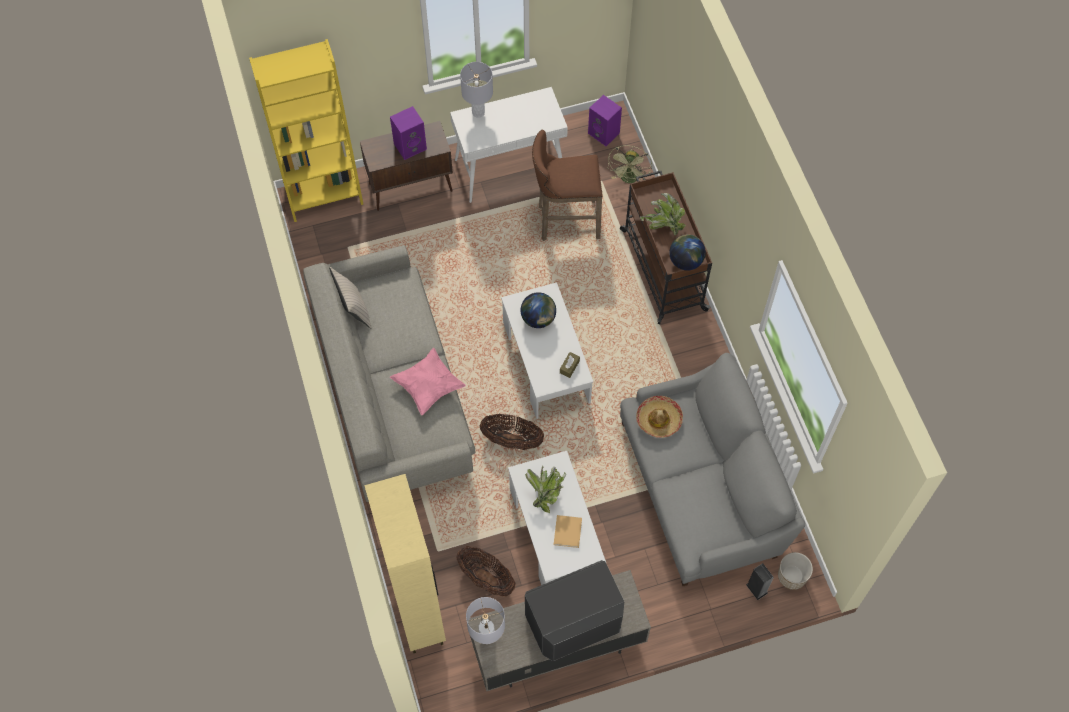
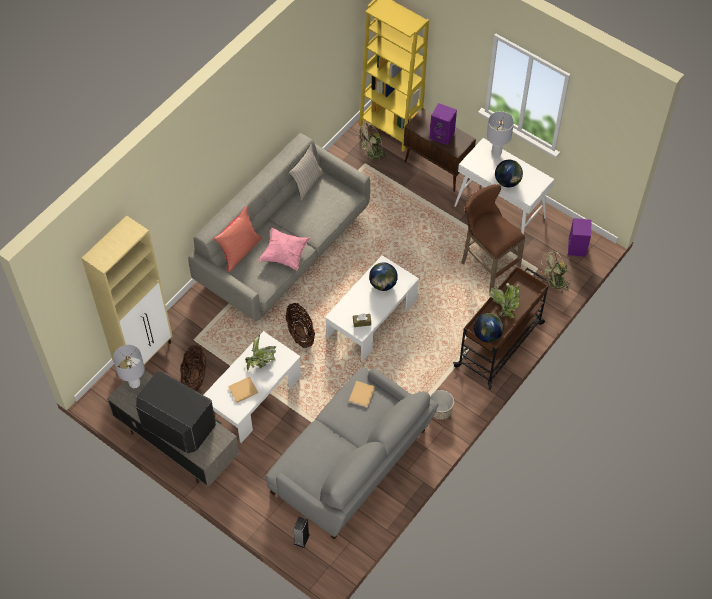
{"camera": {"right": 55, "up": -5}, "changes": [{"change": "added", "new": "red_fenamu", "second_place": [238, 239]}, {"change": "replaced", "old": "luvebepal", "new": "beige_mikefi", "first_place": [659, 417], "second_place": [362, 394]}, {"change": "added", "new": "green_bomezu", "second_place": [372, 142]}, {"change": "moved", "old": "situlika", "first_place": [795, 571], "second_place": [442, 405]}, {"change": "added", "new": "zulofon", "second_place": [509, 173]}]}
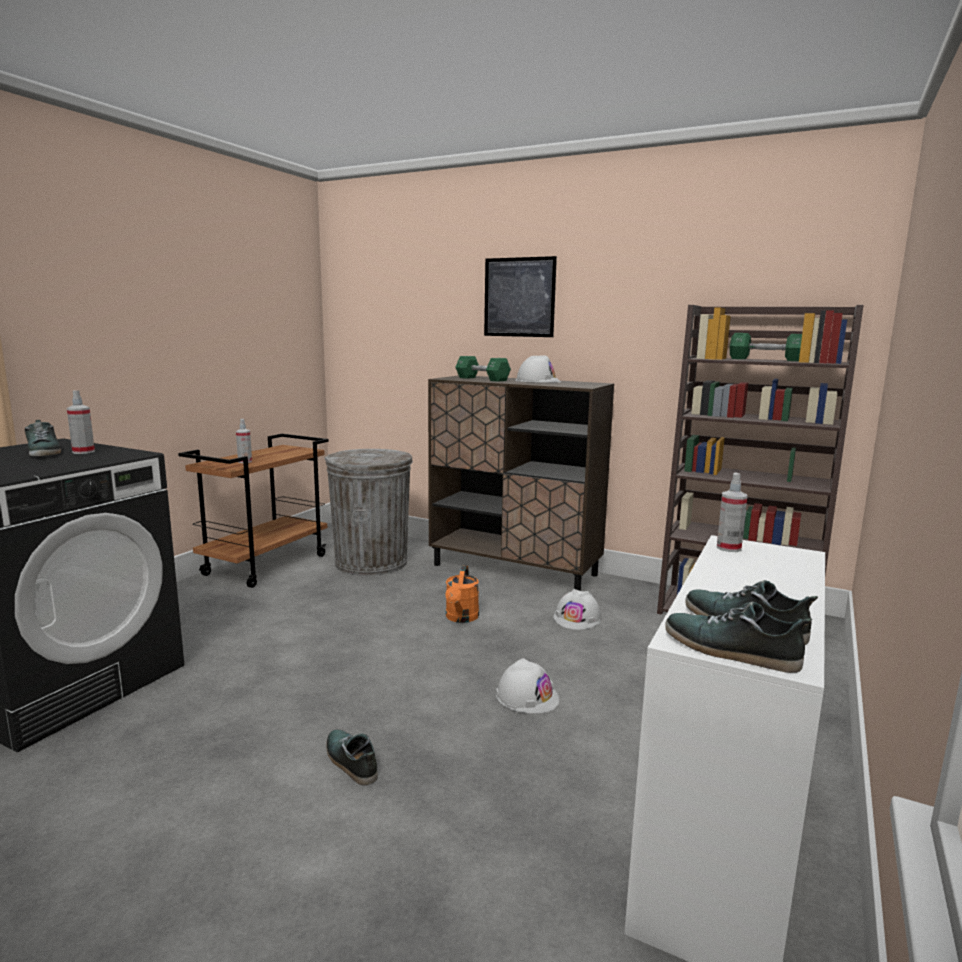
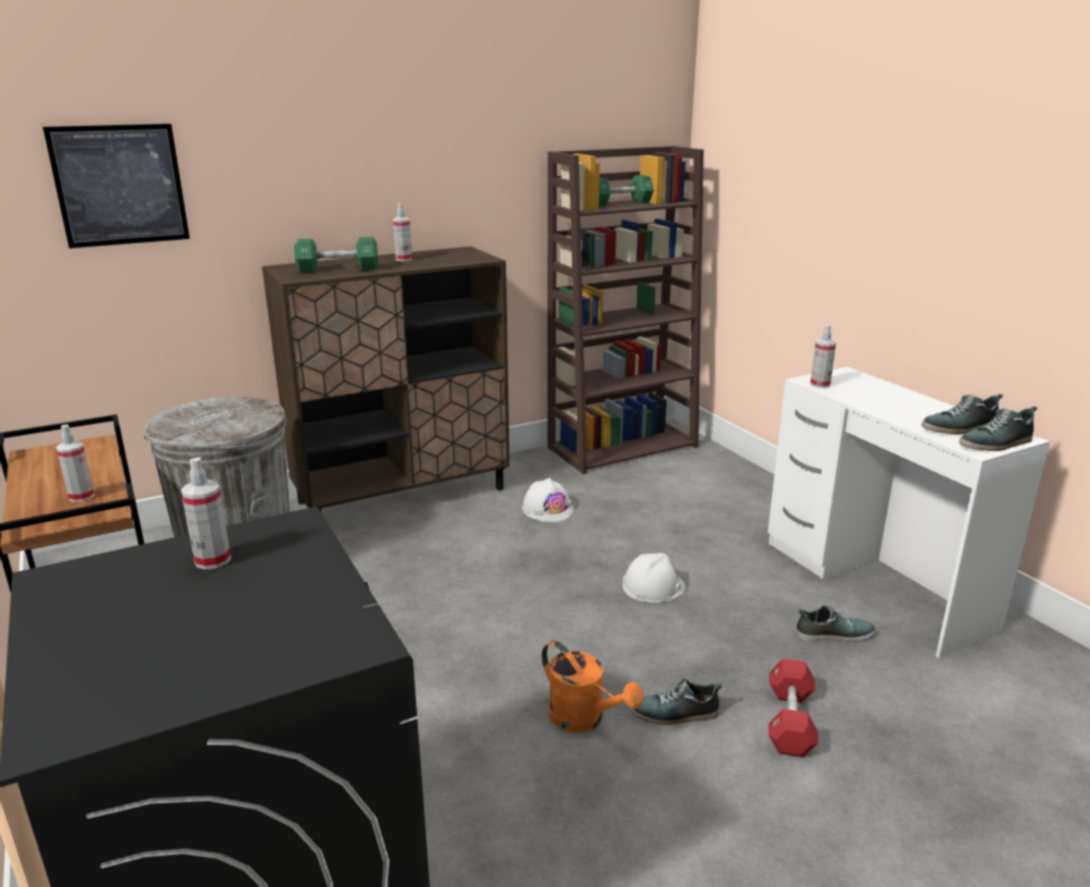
{"camera": {"right": -55, "up": 10}, "changes": [{"change": "moved", "old": "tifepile", "first_place": [520, 296], "second_place": [116, 186]}, {"change": "replaced", "old": "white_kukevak", "new": "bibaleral", "first_place": [538, 369], "second_place": [402, 232]}, {"change": "moved", "old": "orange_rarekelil", "first_place": [462, 594], "second_place": [592, 686]}, {"change": "added", "new": "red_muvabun", "second_place": [793, 708]}, {"change": "moved", "old": "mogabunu", "first_place": [43, 438], "second_place": [835, 623]}]}
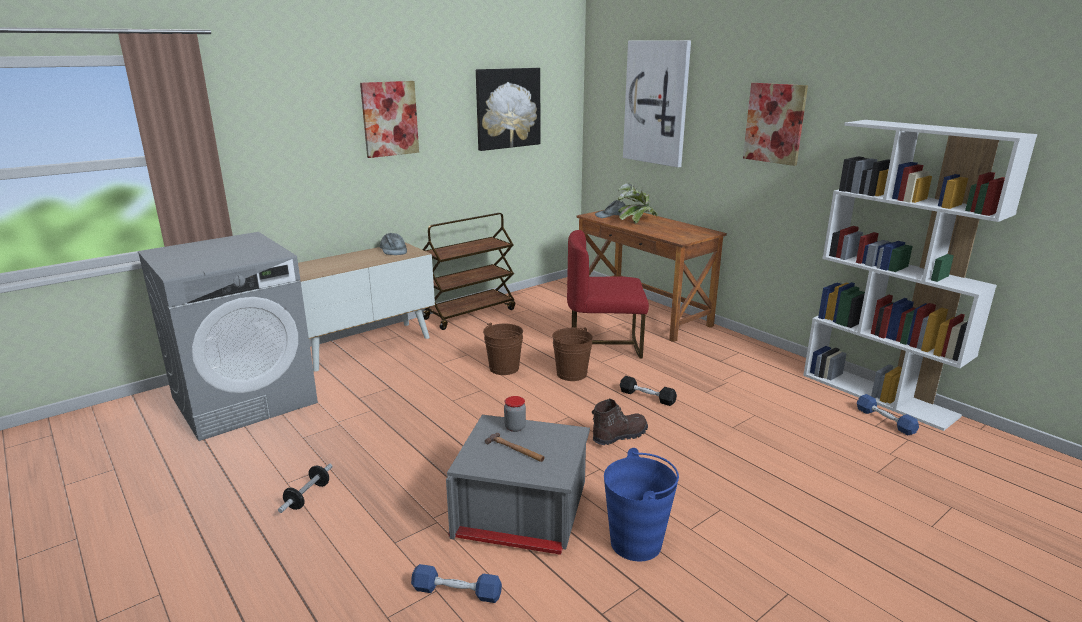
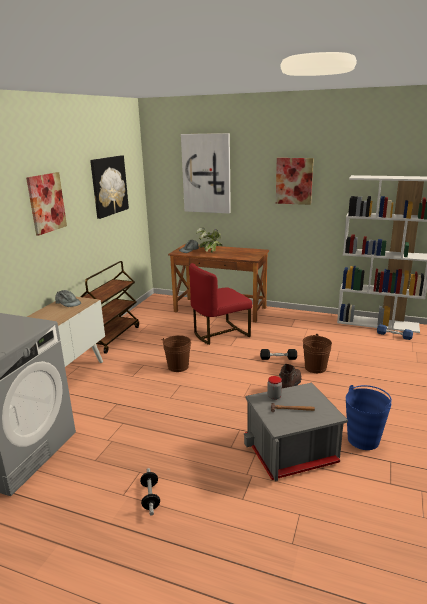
{"camera": {"right": -30, "up": 0}, "changes": [{"change": "moved", "old": "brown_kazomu", "first_place": [572, 354], "second_place": [317, 353]}, {"change": "removed", "old": "blue_muvabun", "first_place": [456, 583]}]}
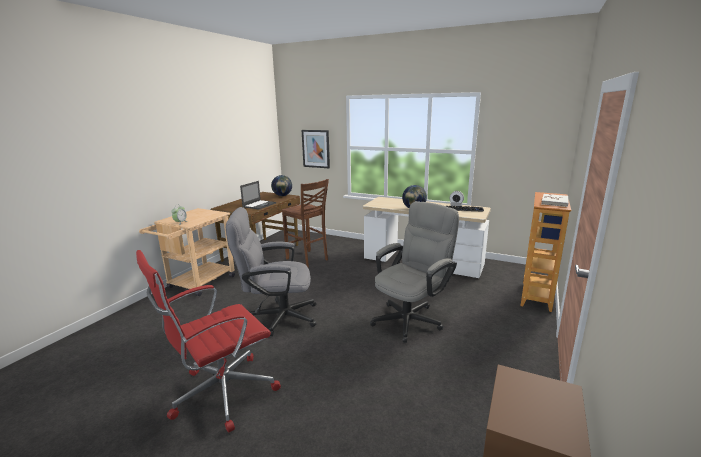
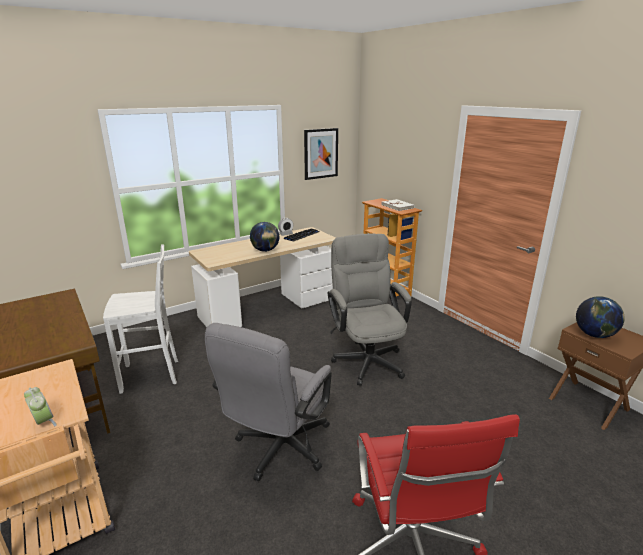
{"camera": {"right": -60, "up": 5}, "changes": [{"change": "recoloured", "old": "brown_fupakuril", "new": "white_fupakuril", "first_place": [305, 223], "second_place": [140, 319]}, {"change": "moved", "old": "tifepile", "first_place": [316, 149], "second_place": [321, 154]}, {"change": "moved", "old": "zulofon", "first_place": [281, 185], "second_place": [600, 317]}, {"change": "removed", "old": "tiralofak", "first_place": [258, 195]}]}
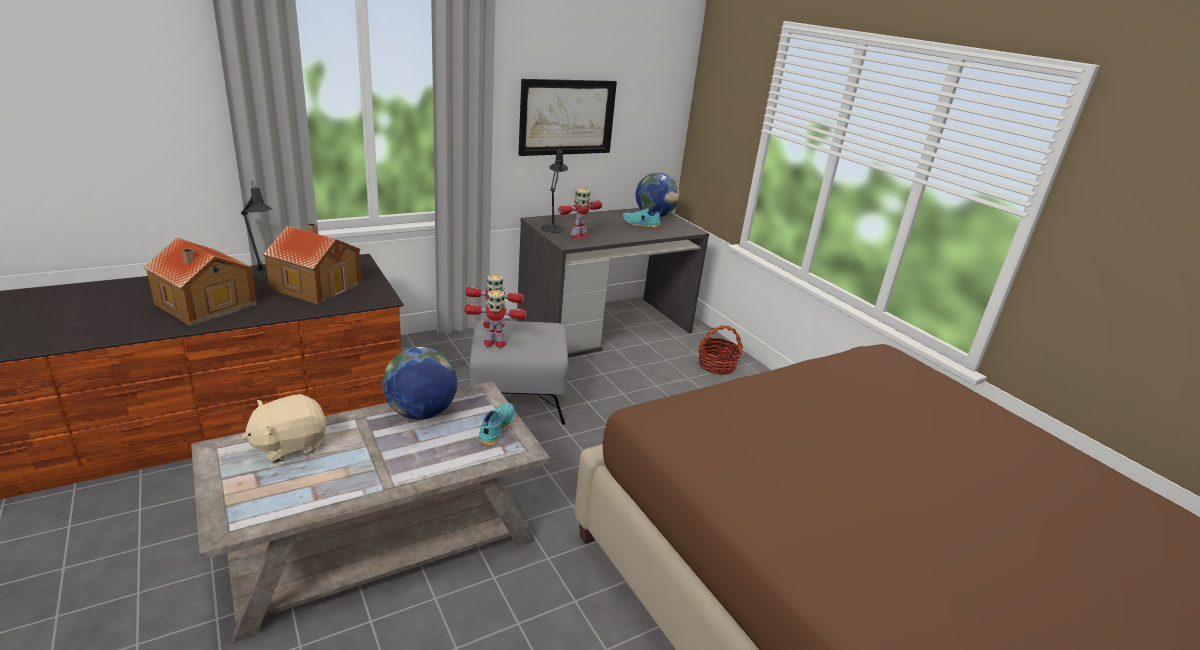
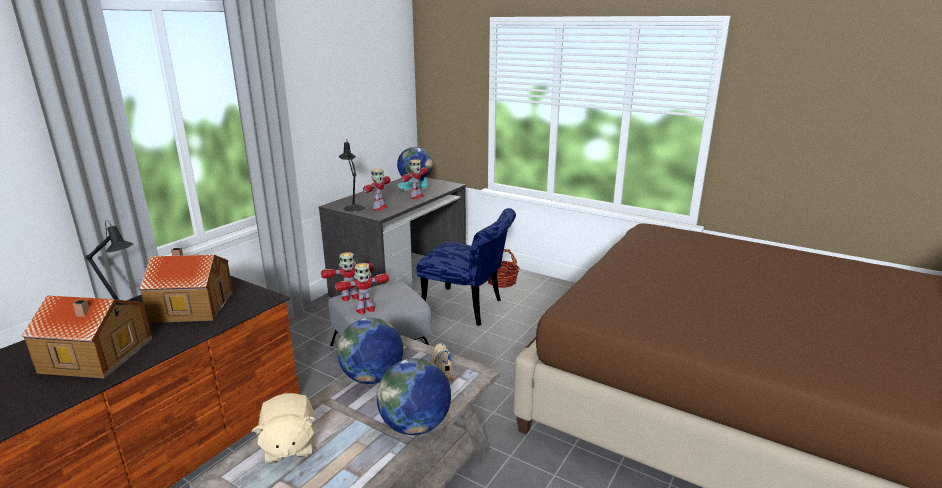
{"camera": {"right": -25, "up": -5}, "changes": [{"change": "turned", "old": "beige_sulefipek", "first_place": [284, 428], "second_place": [284, 428], "degrees": -45}, {"change": "added", "new": "zulofon", "second_place": [413, 396]}, {"change": "added", "new": "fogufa", "second_place": [414, 179]}, {"change": "added", "new": "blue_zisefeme", "second_place": [466, 267]}, {"change": "recoloured", "old": "turquoise_mogabunu", "new": "beige_mogabunu", "first_place": [496, 424], "second_place": [443, 361]}, {"change": "removed", "old": "tifepile", "first_place": [567, 117]}]}
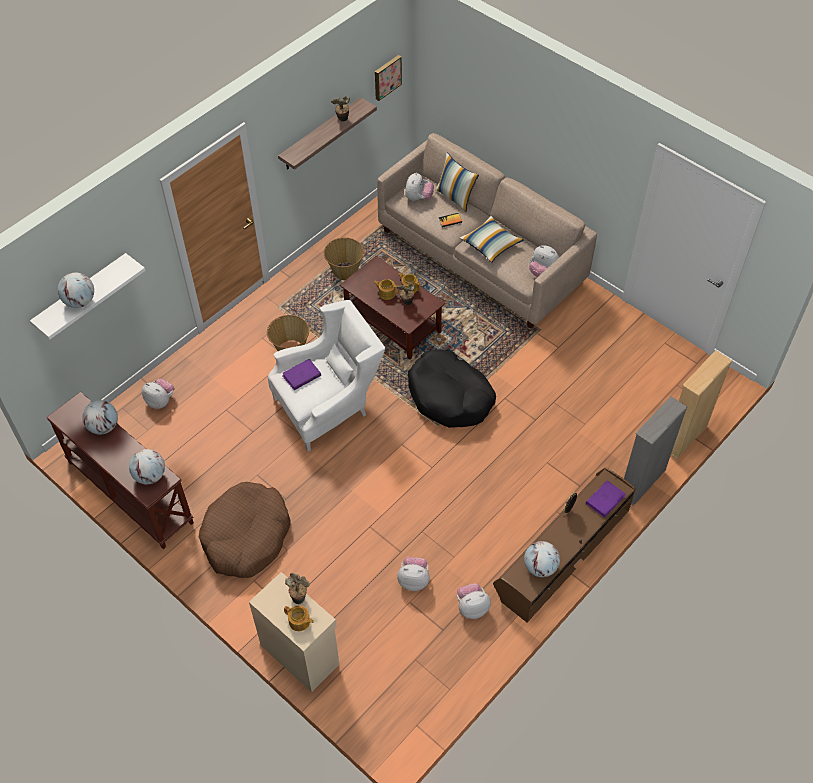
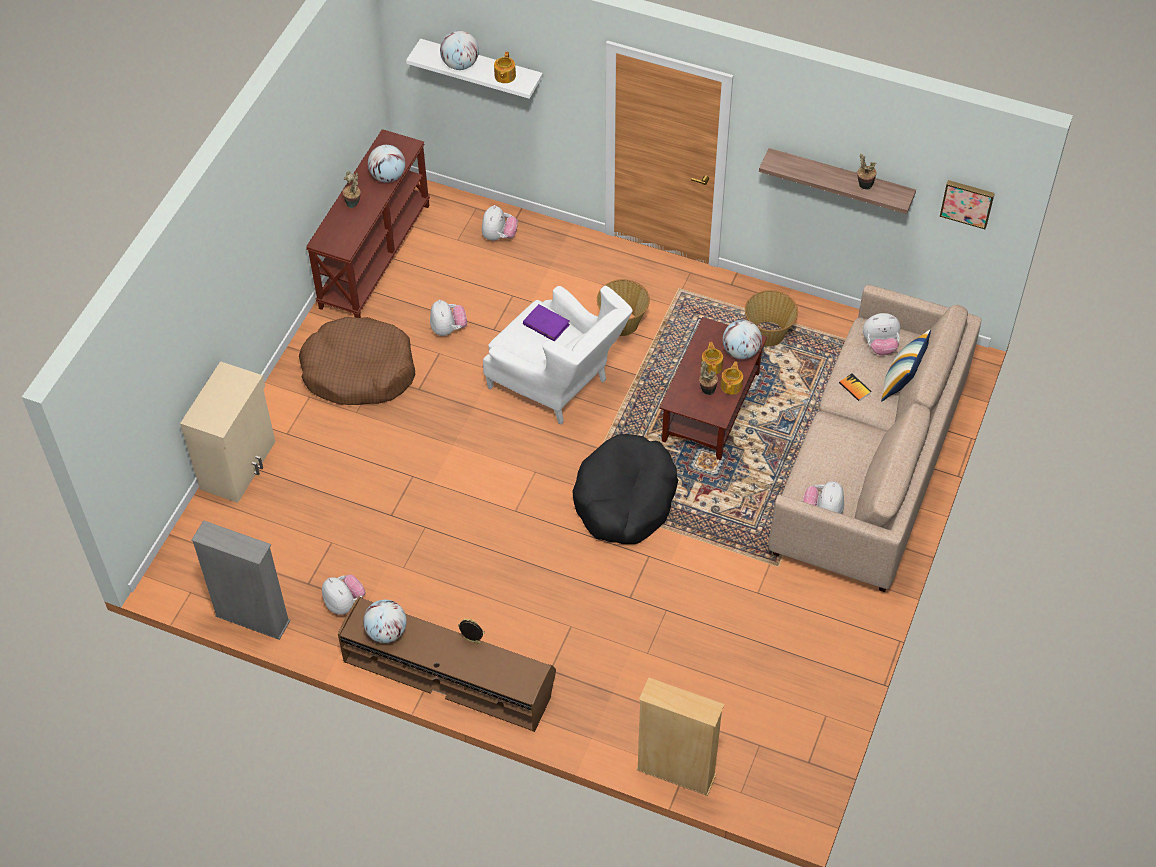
{"camera": {"right": 70, "up": 0}, "changes": [{"change": "moved", "old": "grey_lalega", "first_place": [655, 451], "second_place": [241, 580]}, {"change": "moved", "old": "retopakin", "first_place": [297, 588], "second_place": [352, 189]}, {"change": "moved", "old": "sulefipek", "first_place": [413, 574], "second_place": [448, 318]}, {"change": "moved", "old": "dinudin", "first_place": [299, 618], "second_place": [505, 67]}, {"change": "moved", "old": "zulofon", "first_place": [147, 466], "second_place": [742, 339]}, {"change": "removed", "old": "fenamu", "first_place": [491, 239]}, {"change": "removed", "old": "purple_mikefi", "first_place": [606, 499]}]}
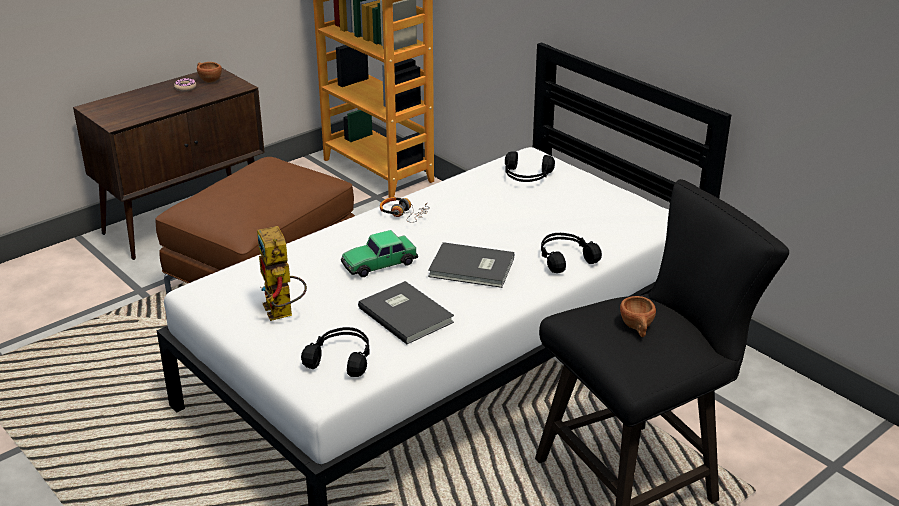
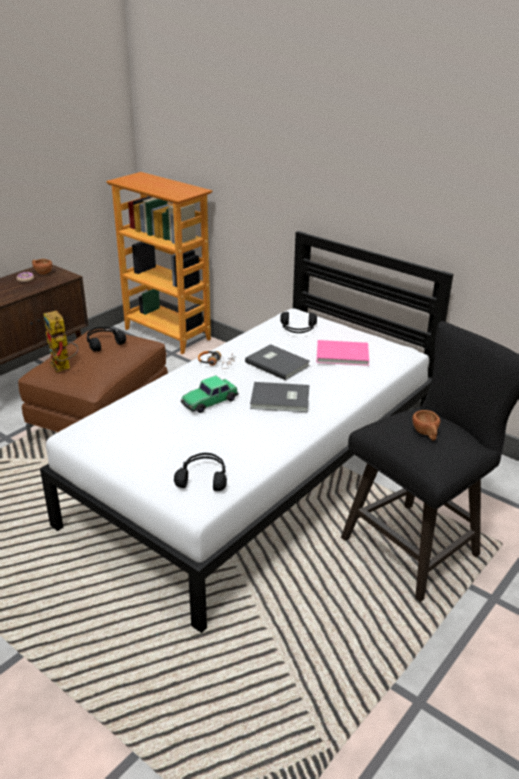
{"camera": {"right": -10, "up": 0}, "changes": [{"change": "moved", "old": "fogufa", "first_place": [282, 273], "second_place": [61, 341]}, {"change": "moved", "old": "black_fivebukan", "first_place": [571, 253], "second_place": [106, 339]}, {"change": "moved", "old": "grey_mikefi", "first_place": [406, 312], "second_place": [277, 362]}, {"change": "added", "new": "pink_mikefi", "second_place": [342, 353]}]}
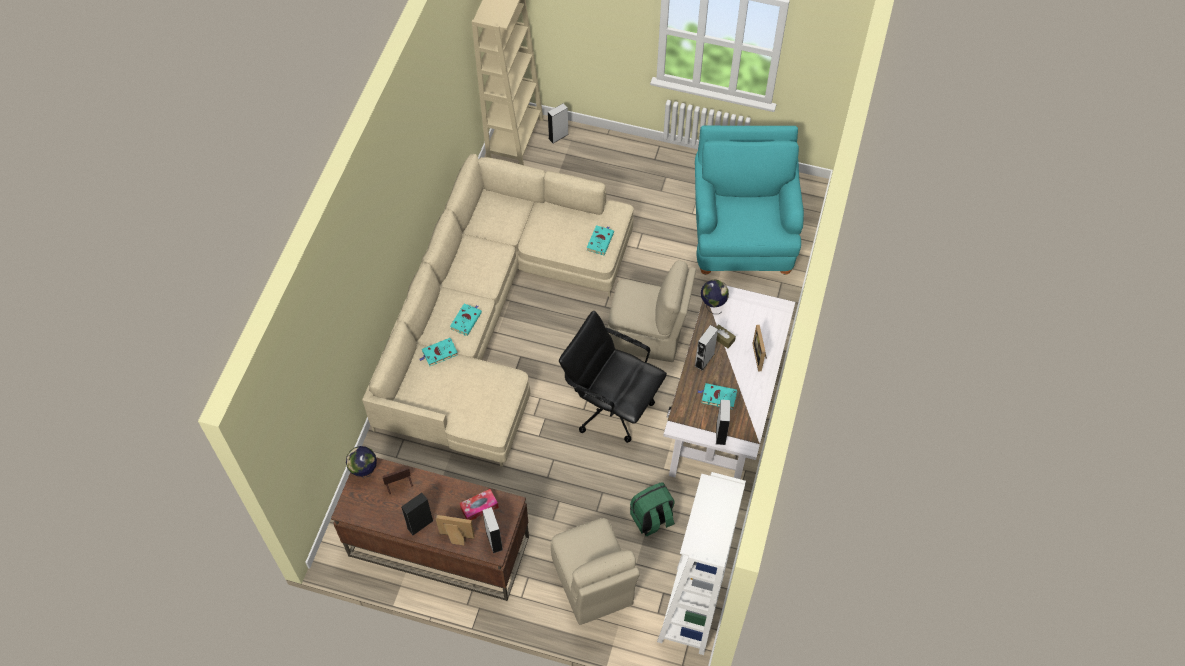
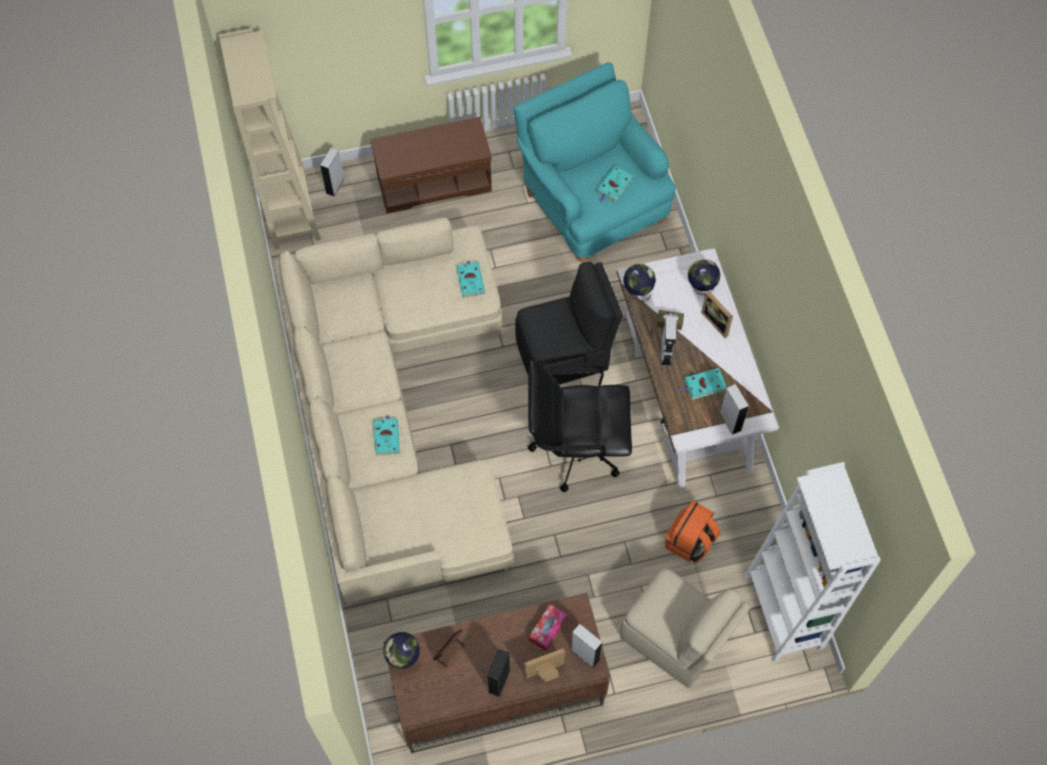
{"camera": {"right": -30, "up": 5}, "changes": [{"change": "added", "new": "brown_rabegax", "second_place": [431, 165]}, {"change": "recoloured", "old": "beige_zisefeme", "new": "black_zisefeme", "first_place": [651, 311], "second_place": [569, 323]}, {"change": "moved", "old": "turquoise_mikefi", "first_place": [439, 352], "second_place": [614, 184]}, {"change": "recoloured", "old": "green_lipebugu", "new": "orange_lipebugu", "first_place": [652, 509], "second_place": [692, 531]}, {"change": "added", "new": "zulofon", "second_place": [704, 277]}]}
